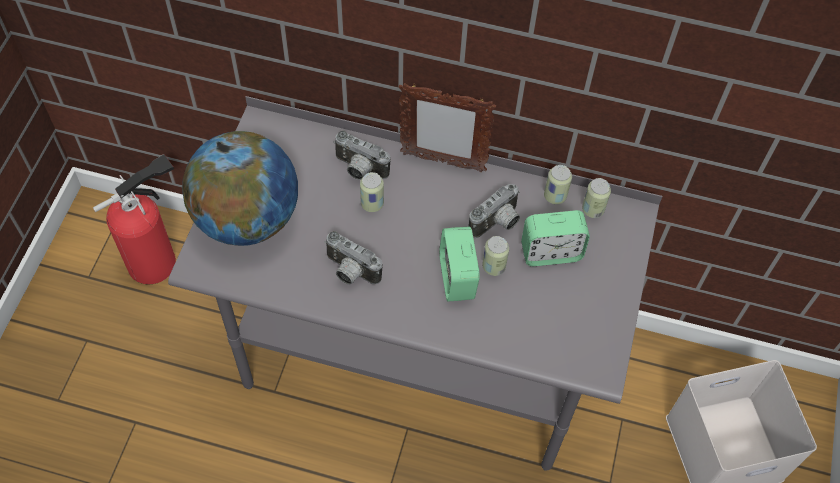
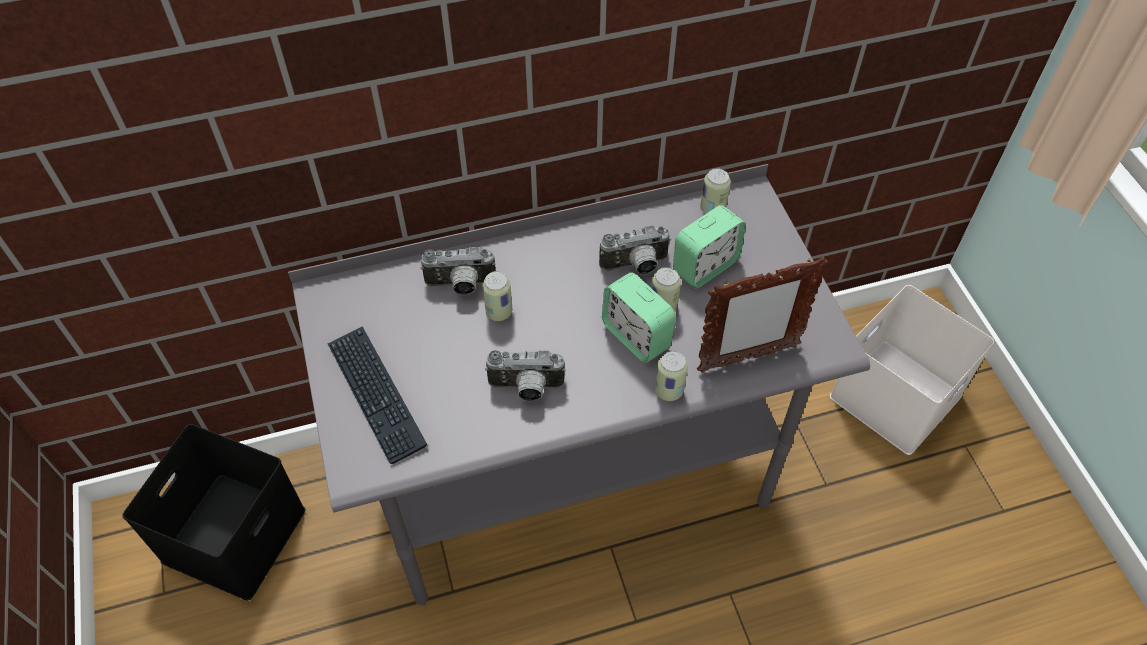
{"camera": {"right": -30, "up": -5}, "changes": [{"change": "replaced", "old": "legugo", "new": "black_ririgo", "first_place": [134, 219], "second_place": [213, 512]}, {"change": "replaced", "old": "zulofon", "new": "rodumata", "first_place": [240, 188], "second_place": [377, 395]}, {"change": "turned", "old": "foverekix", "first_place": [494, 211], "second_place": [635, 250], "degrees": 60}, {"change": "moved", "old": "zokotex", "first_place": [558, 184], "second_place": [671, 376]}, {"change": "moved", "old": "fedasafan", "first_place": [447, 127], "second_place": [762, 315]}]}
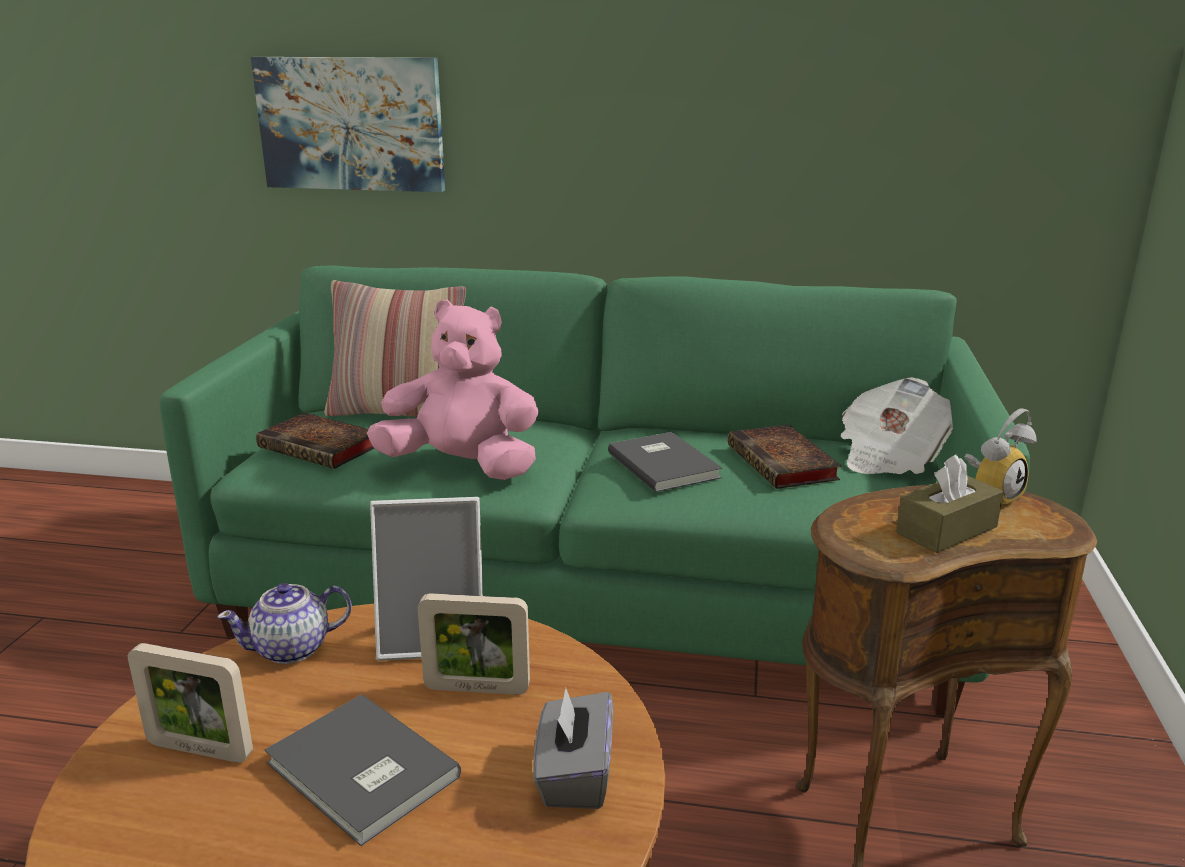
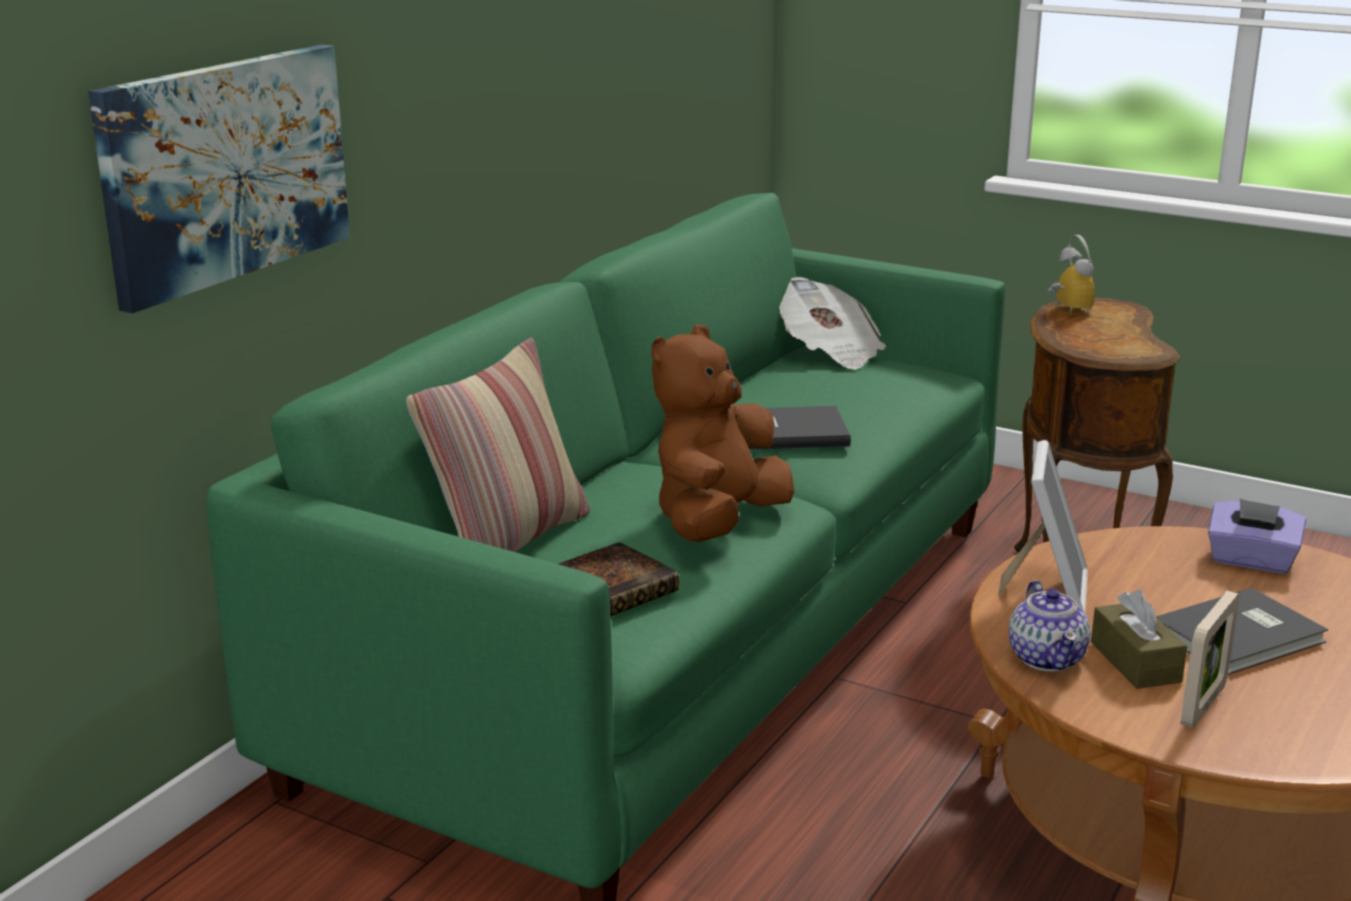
{"camera": {"right": -70, "up": 0}, "changes": [{"change": "recoloured", "old": "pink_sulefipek", "new": "brown_sulefipek", "first_place": [453, 390], "second_place": [722, 433]}, {"change": "moved", "old": "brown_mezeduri", "first_place": [949, 503], "second_place": [1139, 639]}, {"change": "recoloured", "old": "grey_mezeduri", "new": "purple_mezeduri", "first_place": [573, 748], "second_place": [1257, 536]}, {"change": "removed", "old": "fedasafan", "first_place": [474, 644]}, {"change": "removed", "old": "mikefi", "first_place": [785, 457]}]}
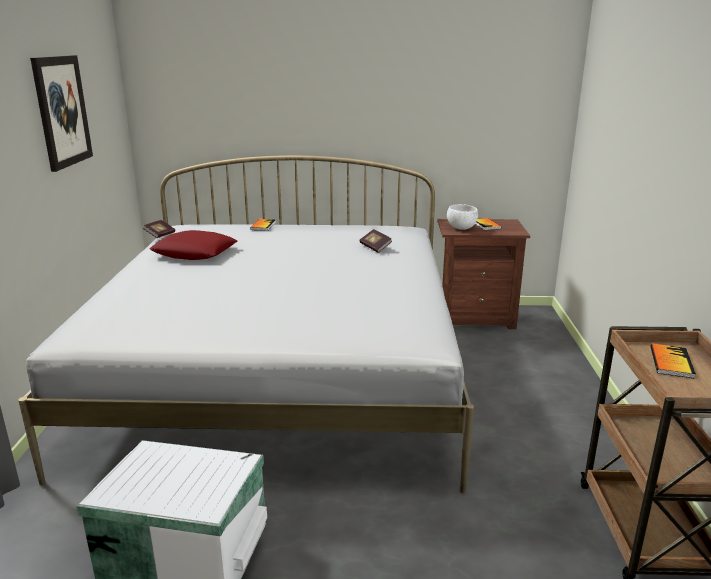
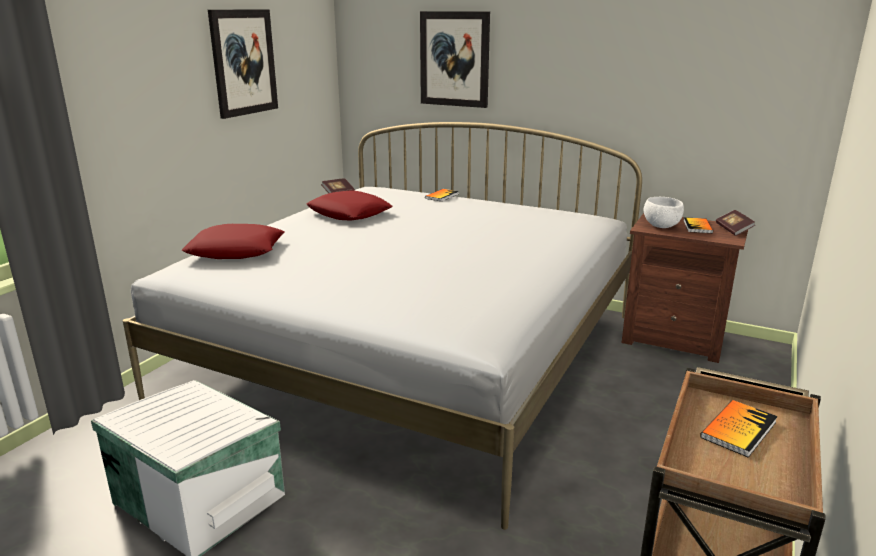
{"camera": {"right": 25, "up": 0}, "changes": [{"change": "added", "new": "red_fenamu", "second_place": [233, 241]}, {"change": "added", "new": "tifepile", "second_place": [455, 59]}, {"change": "moved", "old": "mikefi", "first_place": [375, 241], "second_place": [735, 223]}]}
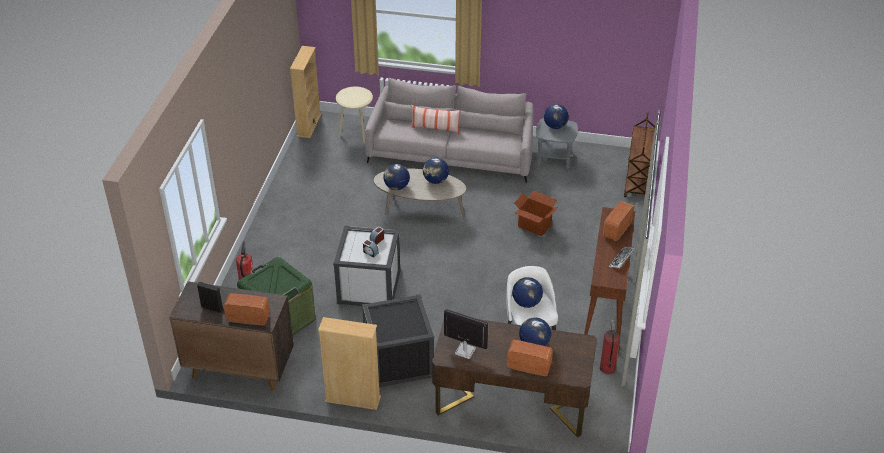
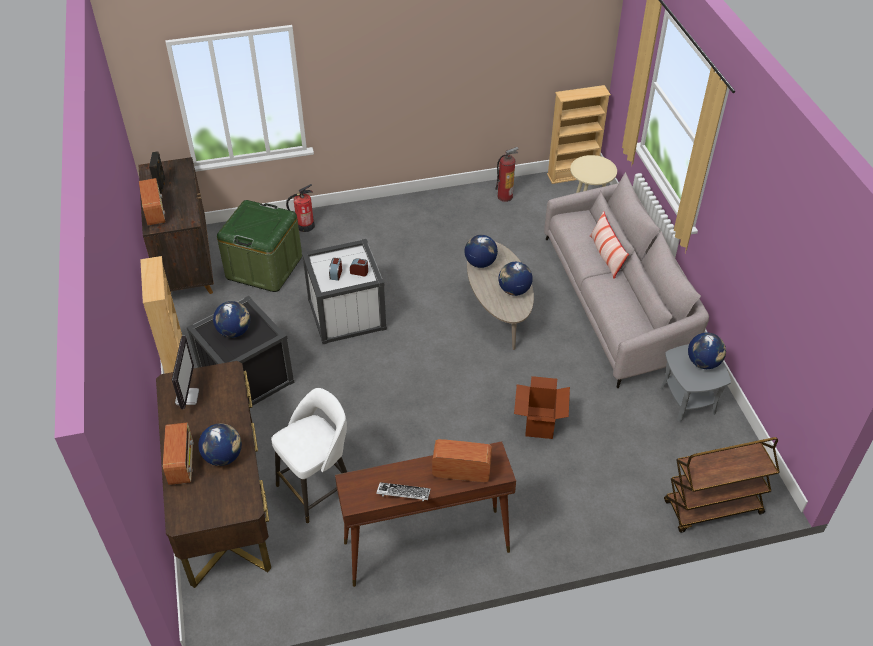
{"camera": {"right": 65, "up": 5}, "changes": [{"change": "moved", "old": "zulofon", "first_place": [527, 292], "second_place": [231, 319]}, {"change": "moved", "old": "legugo", "first_place": [610, 347], "second_place": [507, 174]}]}
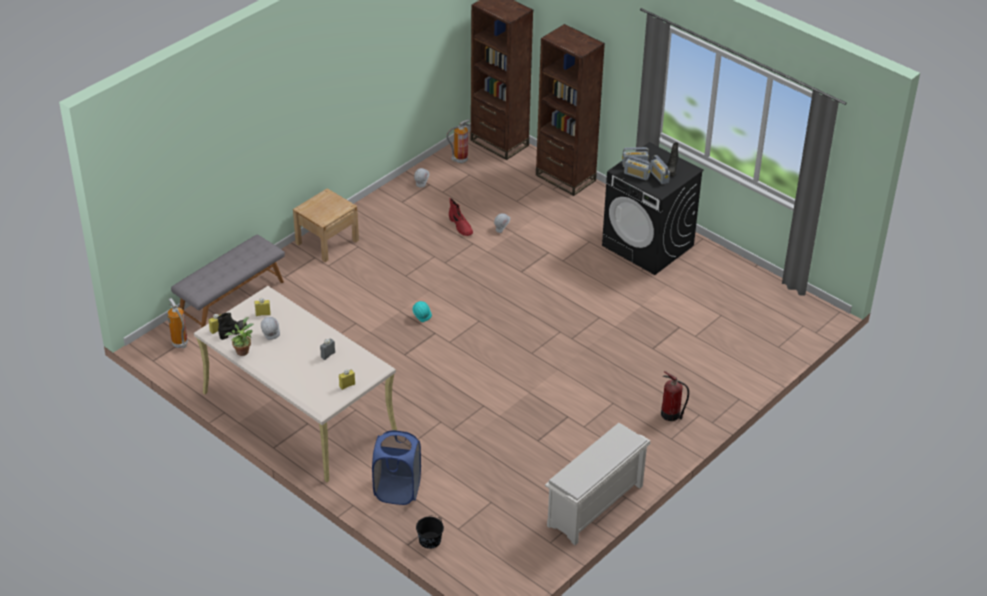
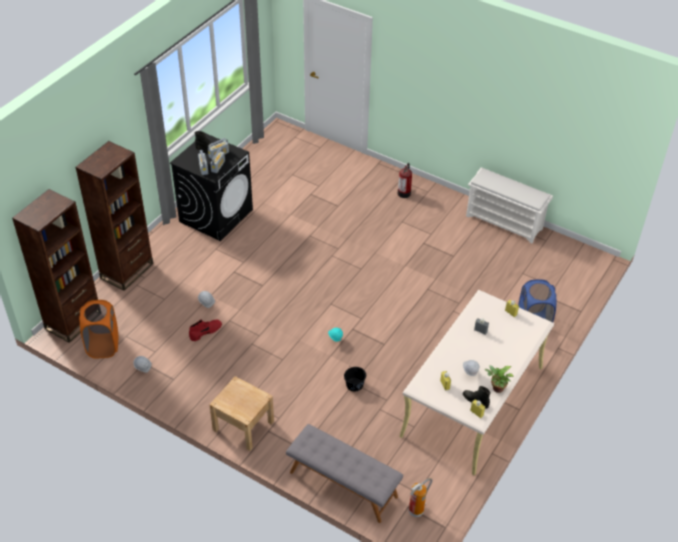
{"camera": {"right": -100, "up": 5}, "changes": [{"change": "replaced", "old": "legugo", "new": "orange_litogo", "first_place": [458, 141], "second_place": [98, 329]}, {"change": "moved", "old": "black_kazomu", "first_place": [430, 532], "second_place": [355, 378]}]}
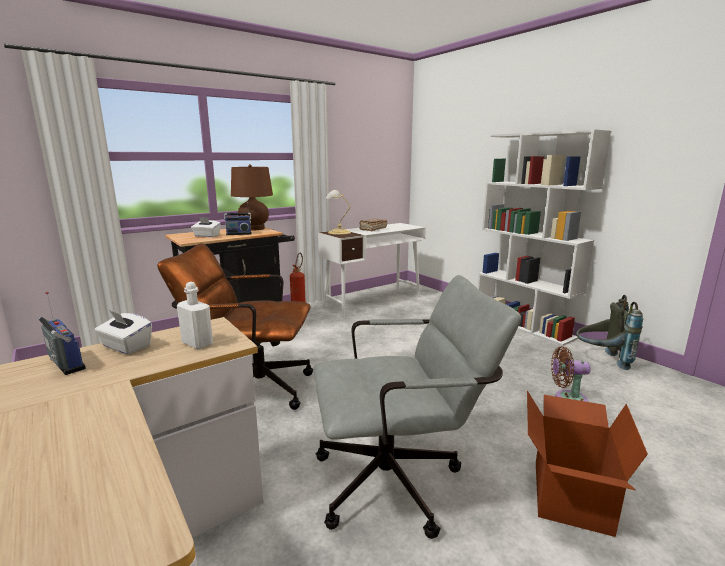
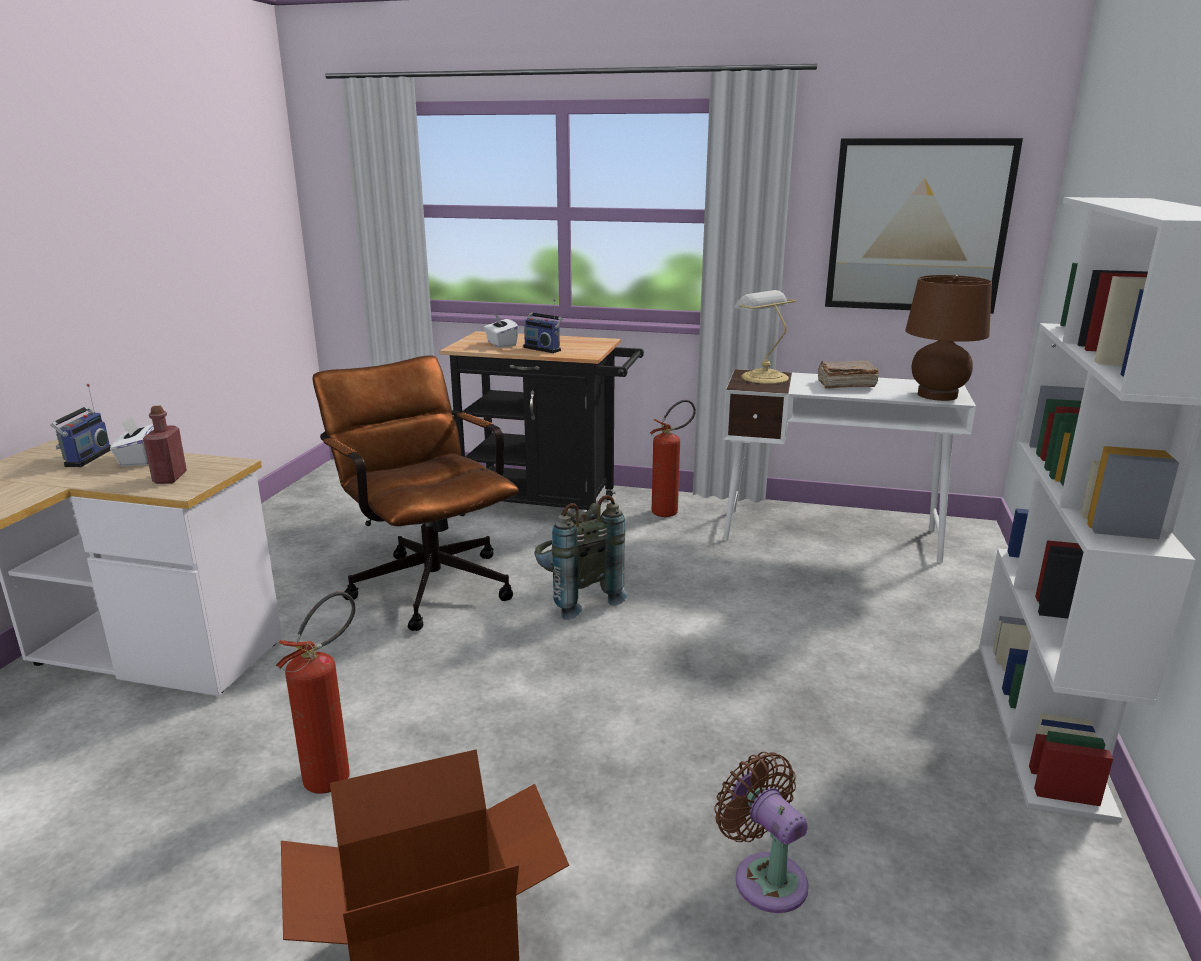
{"camera": {"right": 50, "up": 5}, "changes": [{"change": "recoloured", "old": "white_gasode", "new": "red_gasode", "first_place": [195, 315], "second_place": [165, 445]}, {"change": "replaced", "old": "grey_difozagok", "new": "legugo", "first_place": [417, 407], "second_place": [316, 693]}, {"change": "moved", "old": "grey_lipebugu", "first_place": [609, 332], "second_place": [581, 557]}, {"change": "added", "new": "tifepile", "second_place": [924, 226]}, {"change": "moved", "old": "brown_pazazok", "first_place": [252, 197], "second_place": [948, 338]}]}
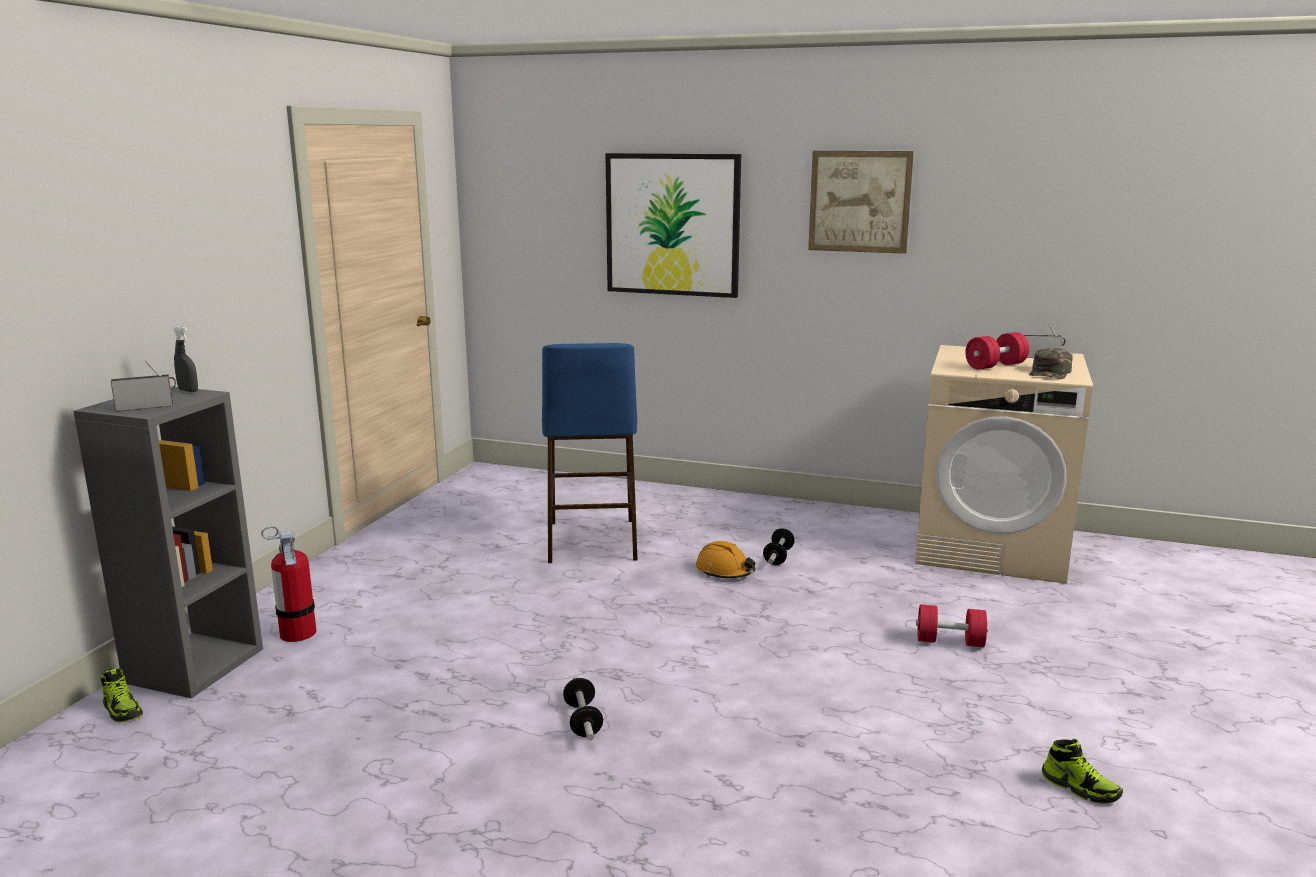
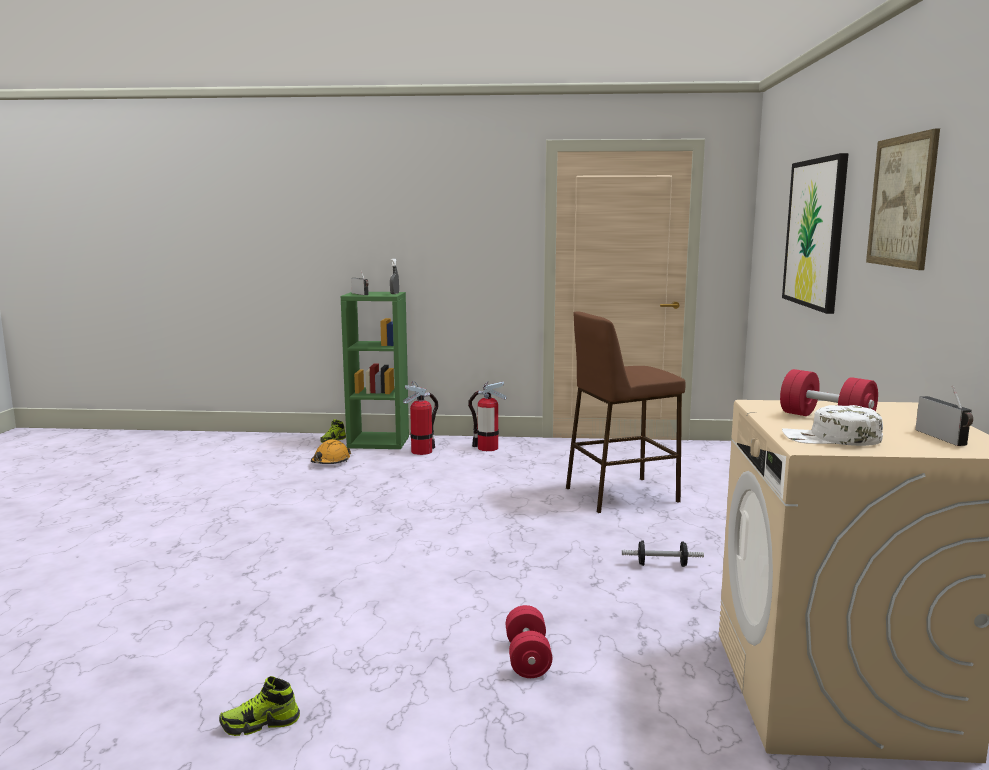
{"camera": {"right": 75, "up": -5}, "changes": [{"change": "turned", "old": "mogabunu", "first_place": [1082, 771], "second_place": [259, 706], "degrees": 45}, {"change": "moved", "old": "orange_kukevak", "first_place": [725, 560], "second_place": [331, 451]}, {"change": "recoloured", "old": "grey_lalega", "new": "green_lalega", "first_place": [168, 542], "second_place": [375, 370]}, {"change": "added", "new": "legugo", "second_place": [487, 416]}, {"change": "recoloured", "old": "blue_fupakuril", "new": "brown_fupakuril", "first_place": [590, 453], "second_place": [625, 412]}, {"change": "recoloured", "old": "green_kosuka", "new": "white_kosuka", "first_place": [1051, 363], "second_place": [832, 425]}, {"change": "removed", "old": "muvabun", "first_place": [583, 708]}]}
